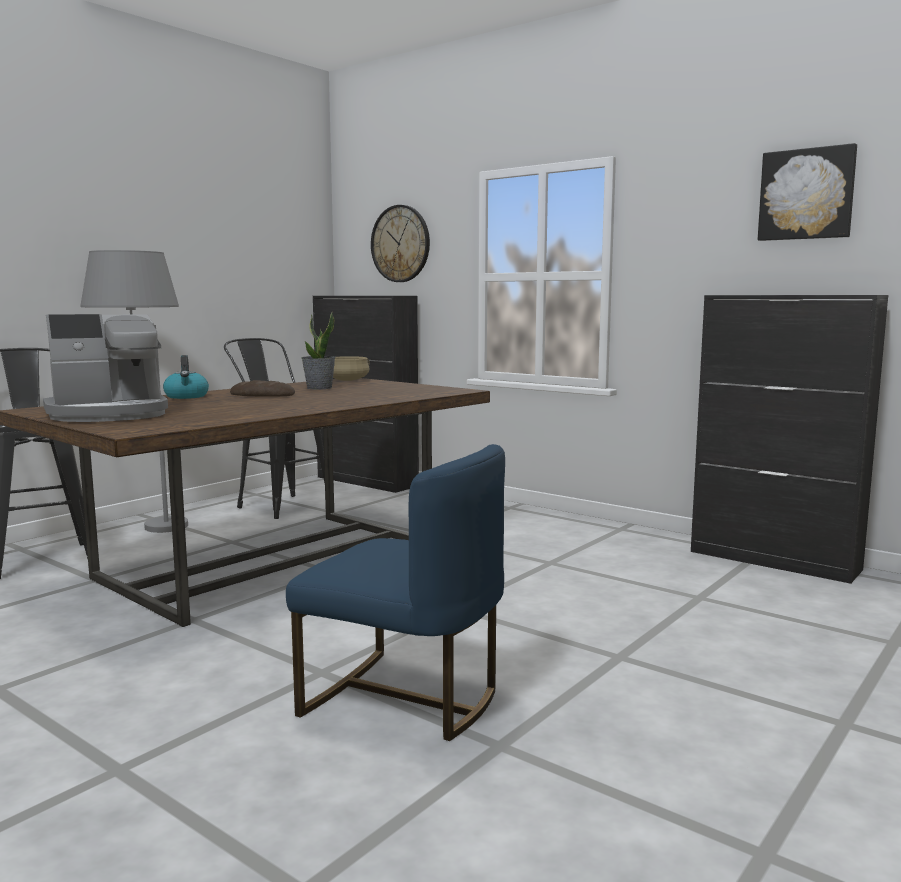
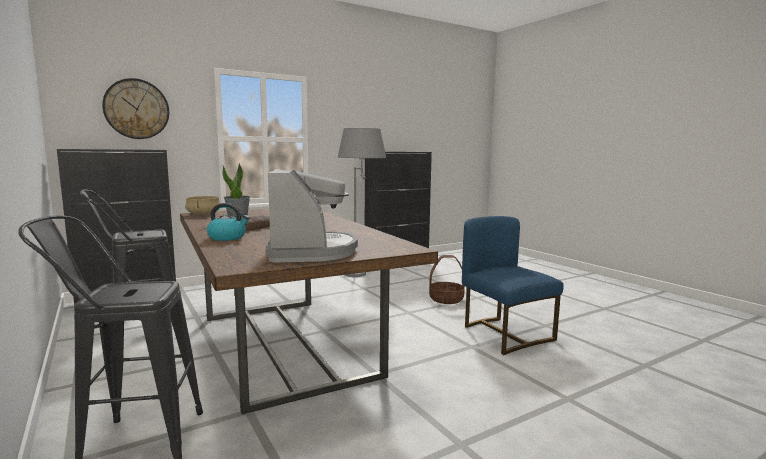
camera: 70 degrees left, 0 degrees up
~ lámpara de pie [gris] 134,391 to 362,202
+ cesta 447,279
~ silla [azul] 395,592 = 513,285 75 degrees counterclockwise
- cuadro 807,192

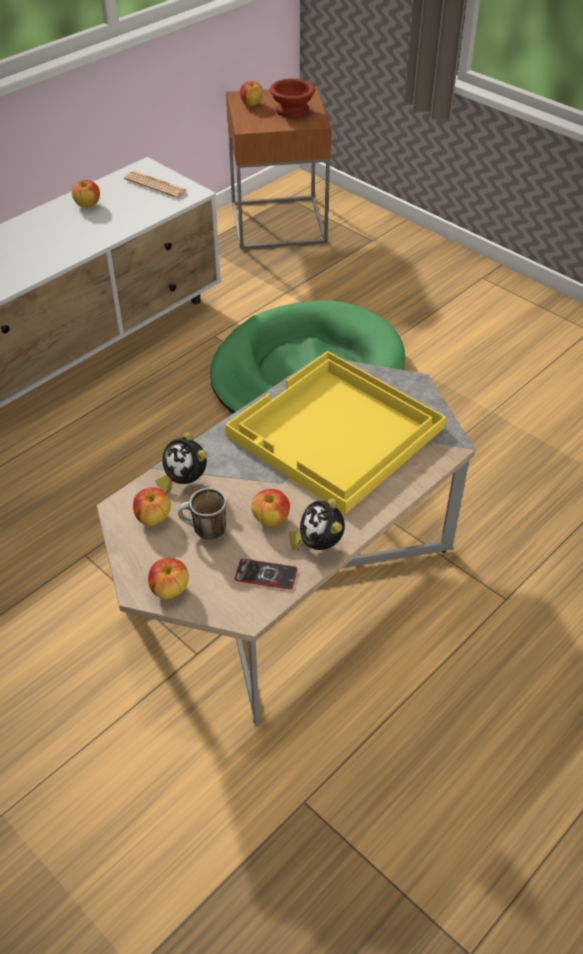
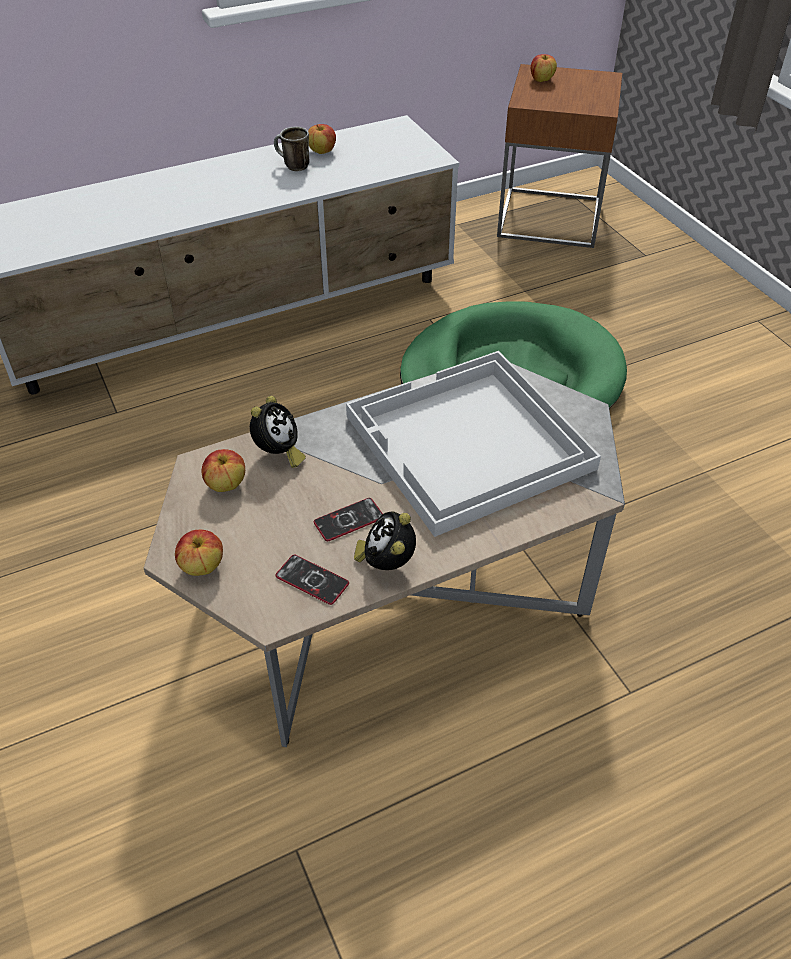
camera: 20 degrees right, 0 degrees up
~ despertador 181,462 = 278,432 135 degrees counterclockwise
~ taza grande 202,514 to 292,149
~ manzana 270,507 to móvil 348,519
~ bandeja [amarillo] 335,432 to bandeja [blanco] 473,444
- periódico 156,184
- cuenco [marrón] 292,98

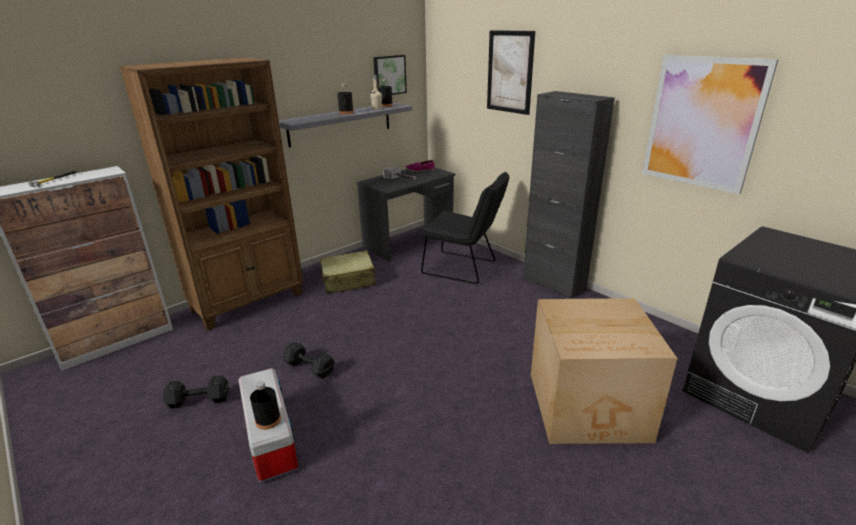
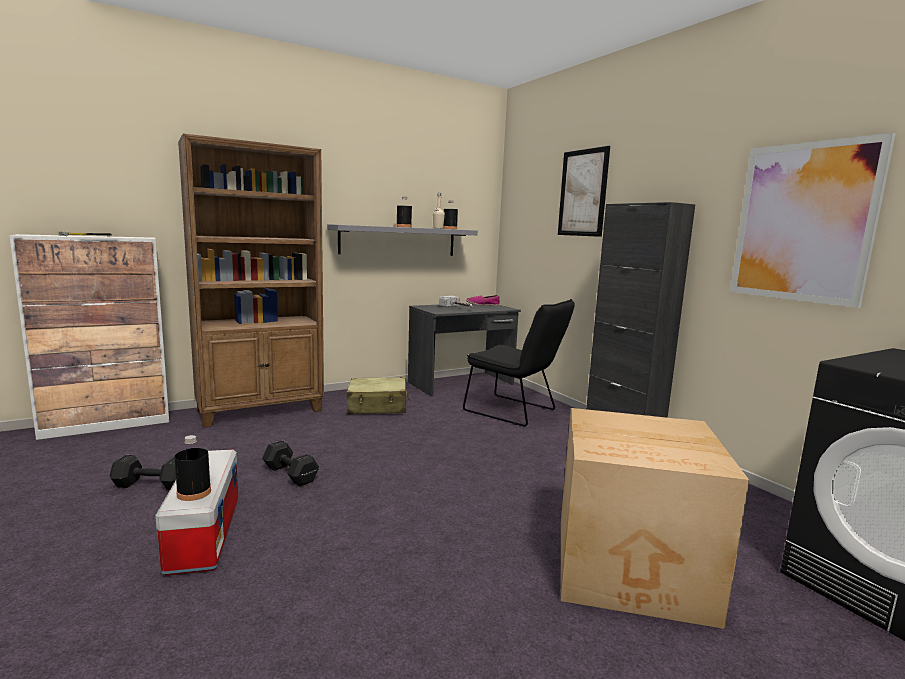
camera: 10 degrees right, 15 degrees down
- cuadro 390,75

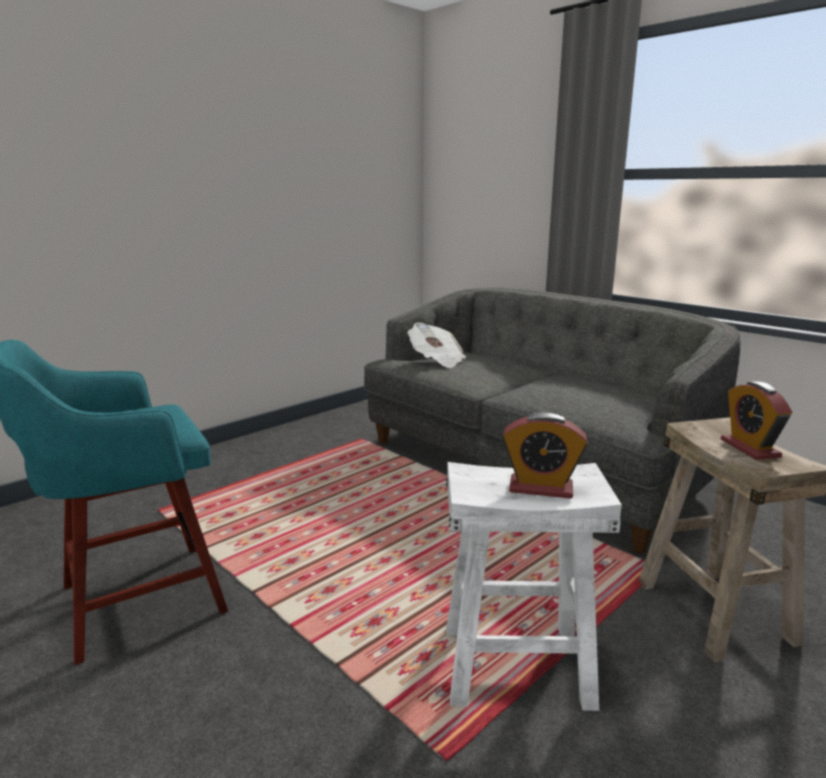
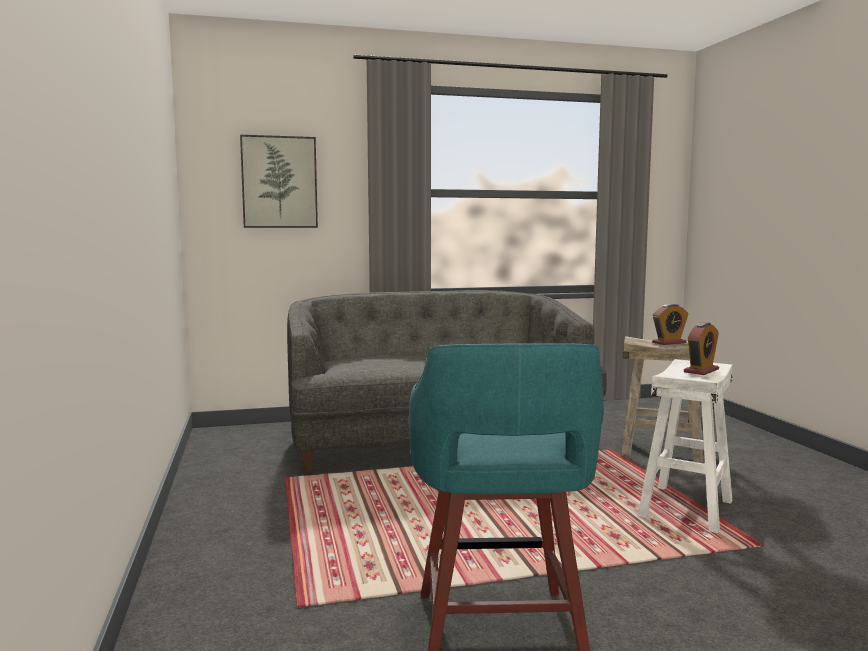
camera: 60 degrees left, 10 degrees down
+ cuadro 279,181
~ despertador 756,421 = 670,324 45 degrees counterclockwise
- periódico 437,345

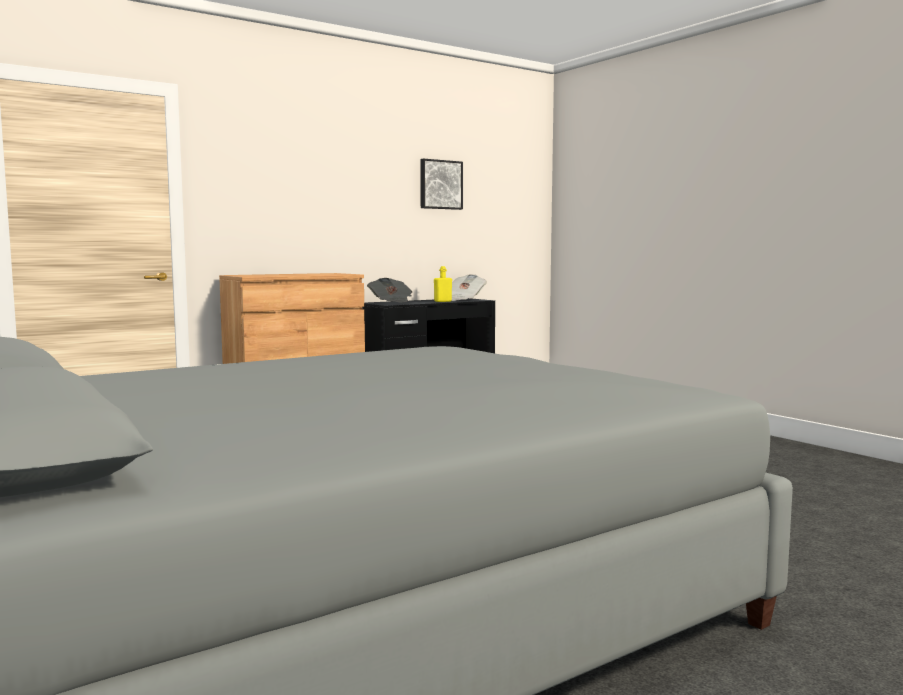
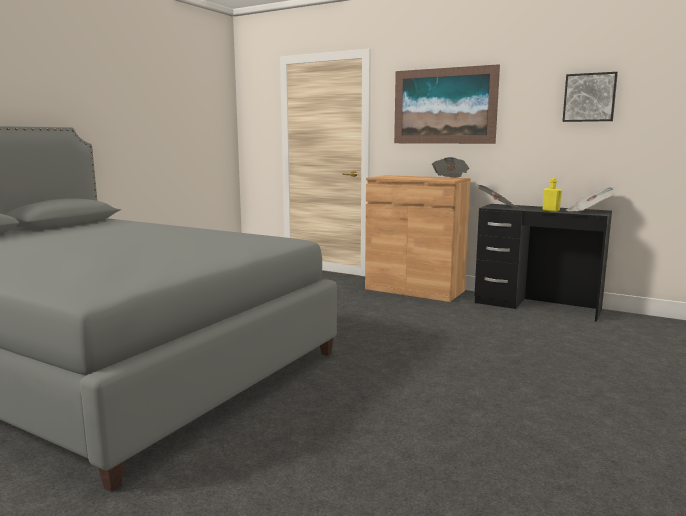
camera: 65 degrees right, 5 degrees up
+ cuadro 447,104
+ periódico 450,167

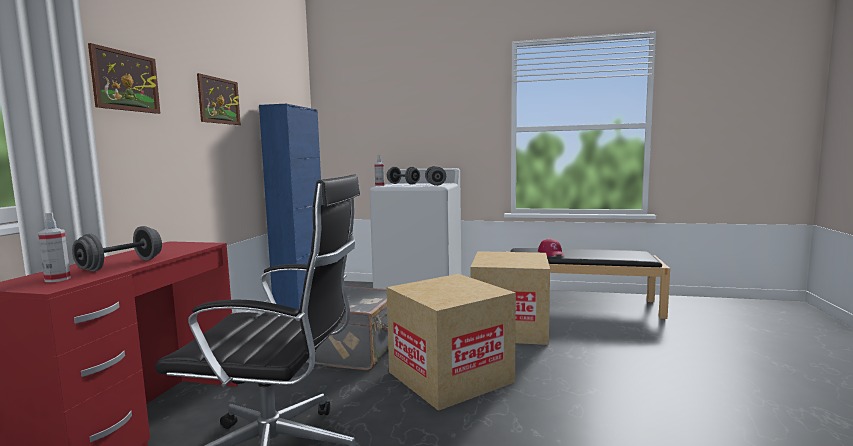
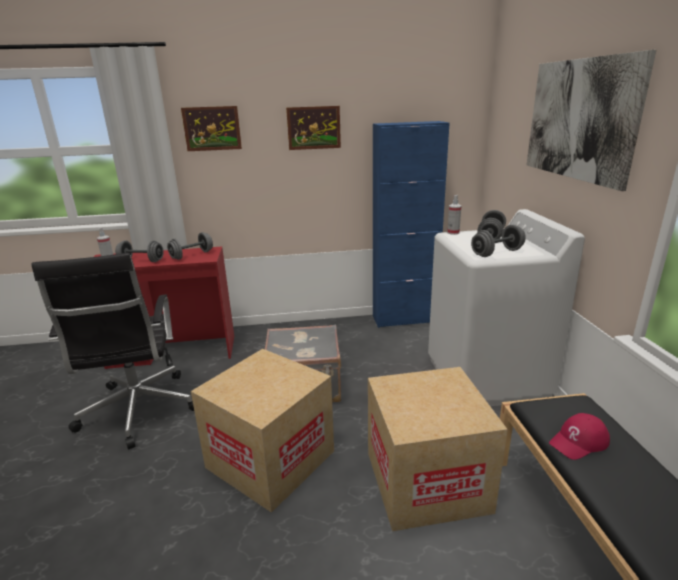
camera: 70 degrees right, 15 degrees up
+ mancuerna [gris] 190,246
+ cuadro 591,120

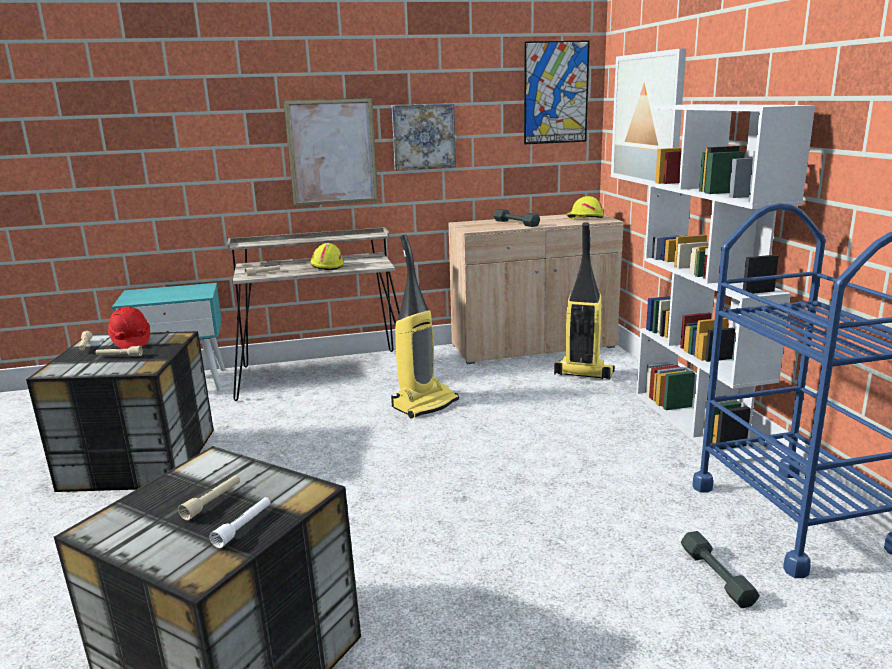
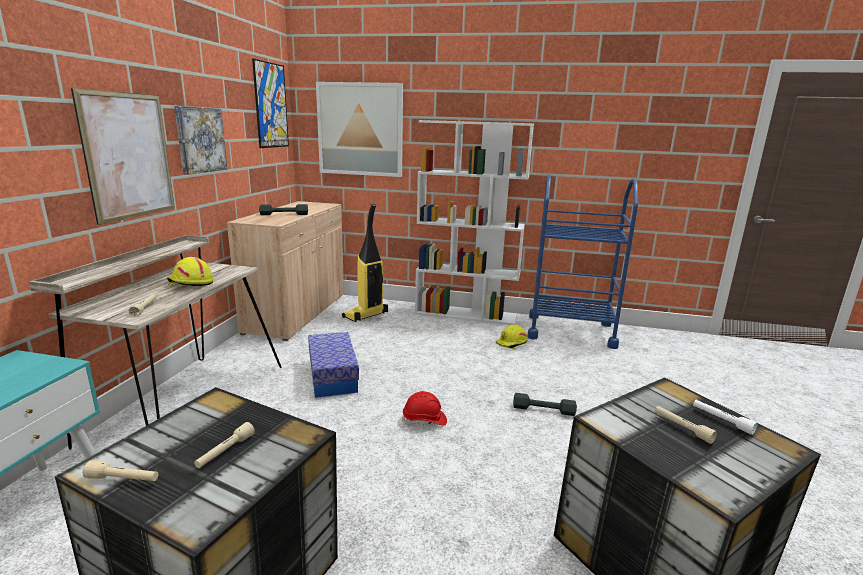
camera: 65 degrees left, 0 degrees up
~ aspiradora 425,326 to caja de almacenaje 333,365
~ casco [rojo] 128,328 to 424,408
~ casco [amarillo] 585,208 to 512,337
~ mancuerna [gris] 720,569 to 545,404

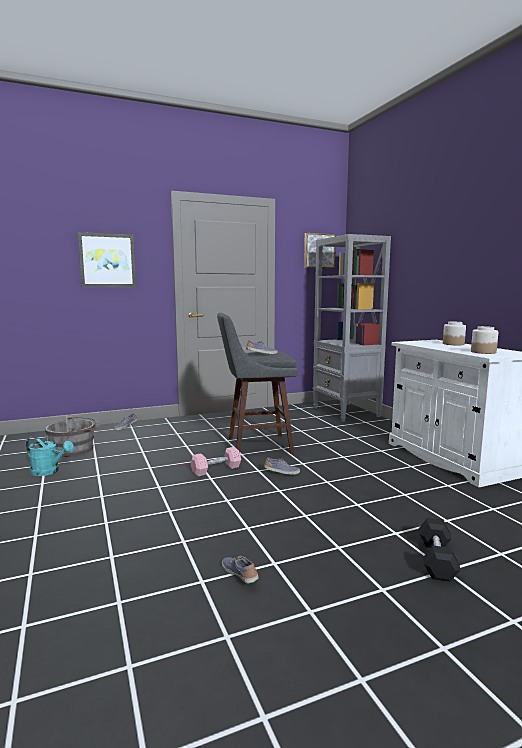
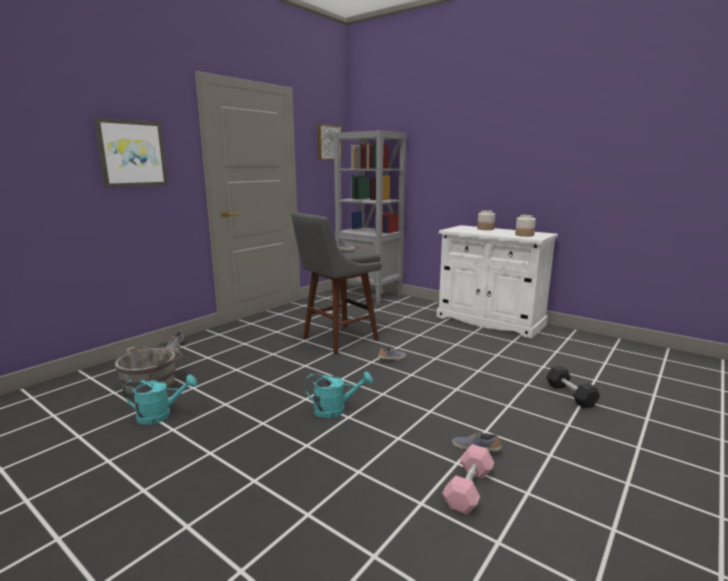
camera: 30 degrees left, 5 degrees up
+ regadera [turquesa] 339,395
~ mancuerna [rosa] 216,461 to 468,479

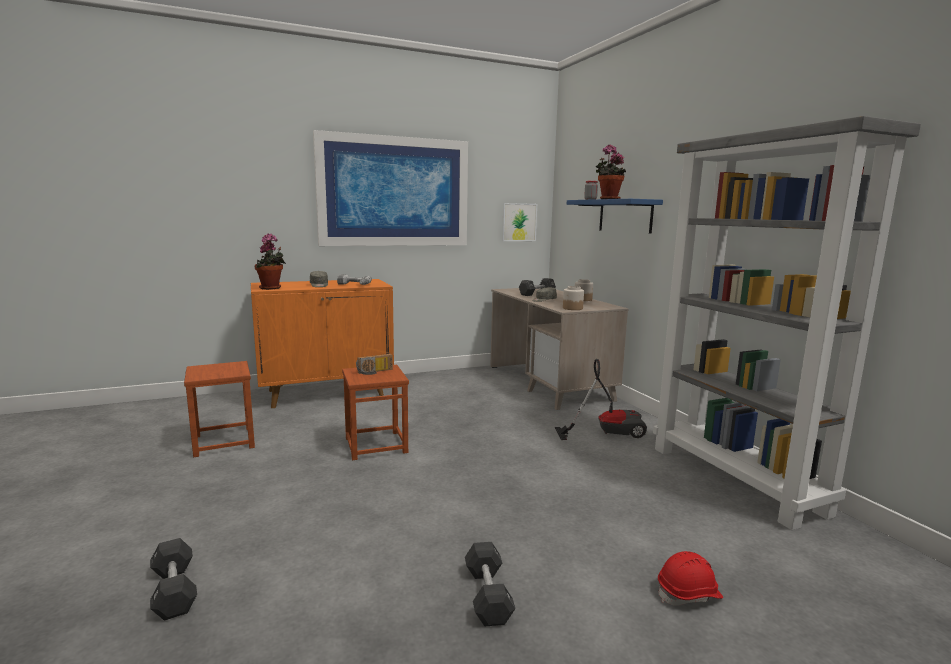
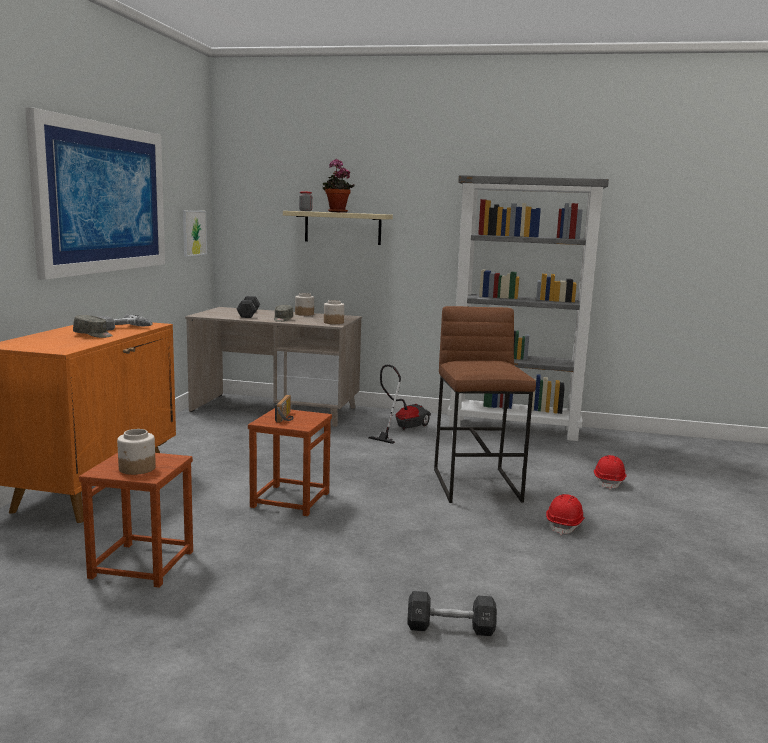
camera: 55 degrees left, 0 degrees up
+ tarro 136,452
~ estante [azul] 615,216 to estante [beis] 338,228
+ taburete [marrón] 485,404
~ mancuerna [negro] 490,584 to casco [rojo] 565,514
- planta en maceta 270,261

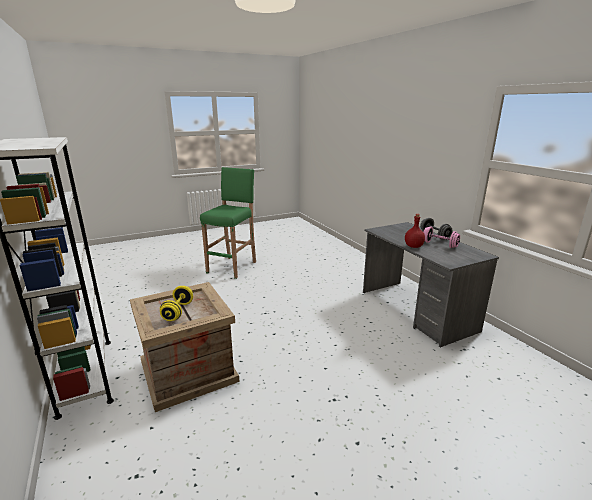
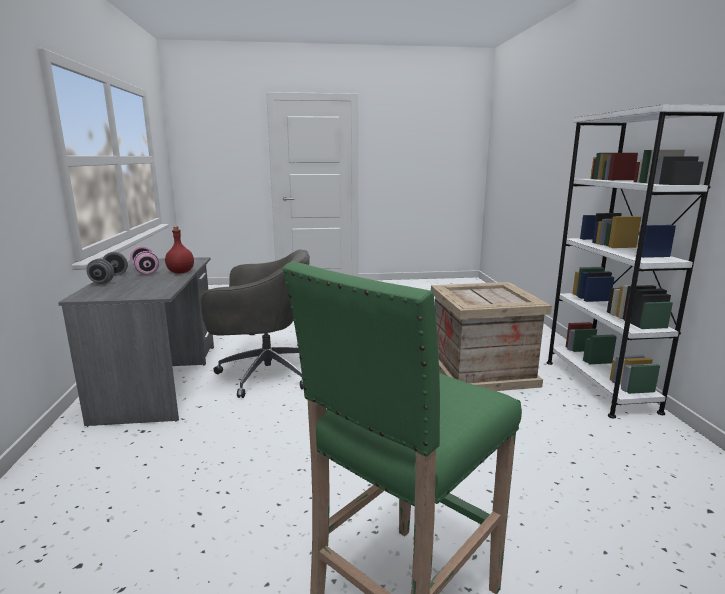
camera: 160 degrees left, 5 degrees down
+ silla de oficina [gris] 255,323
- mancuerna [amarillo] 176,303

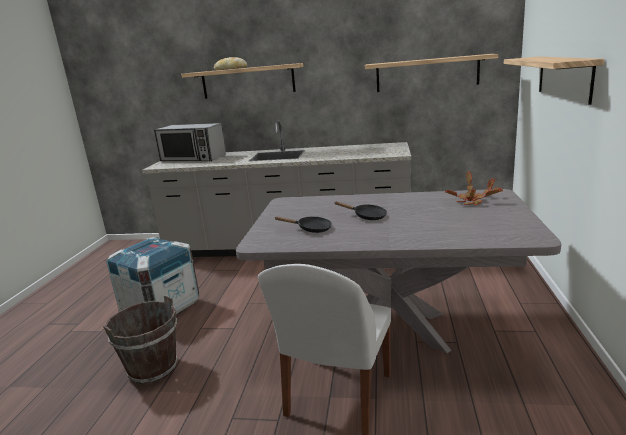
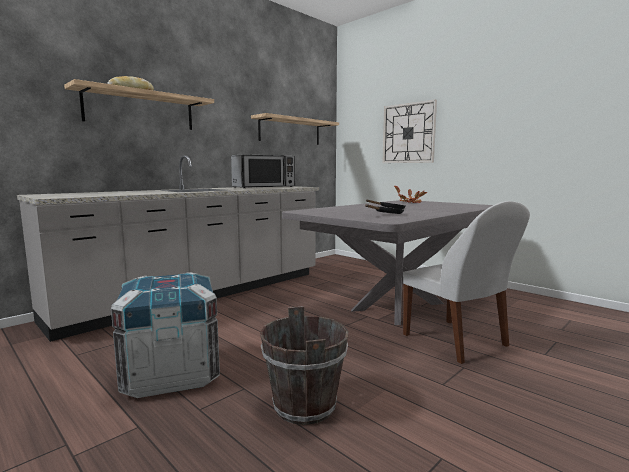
camera: 55 degrees left, 10 degrees down
~ microondas 190,142 to 263,171
~ estante 554,81 to reloj de pared 409,131

